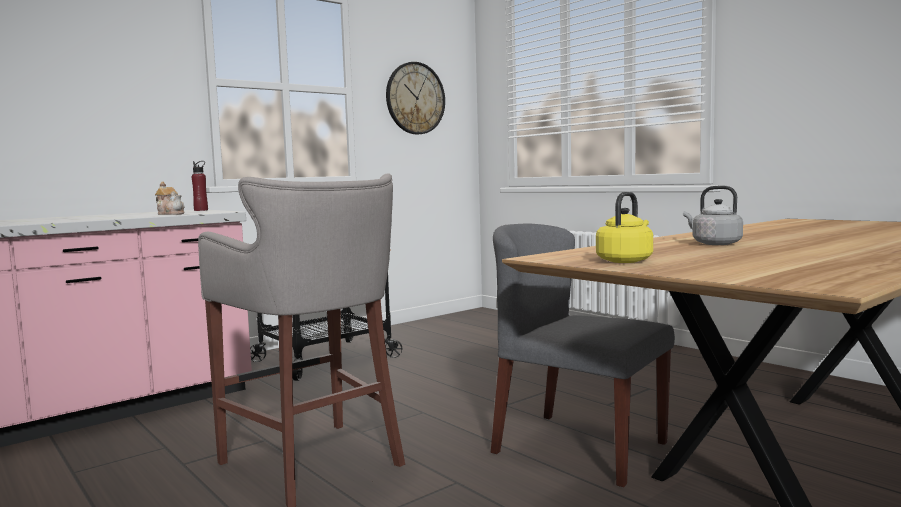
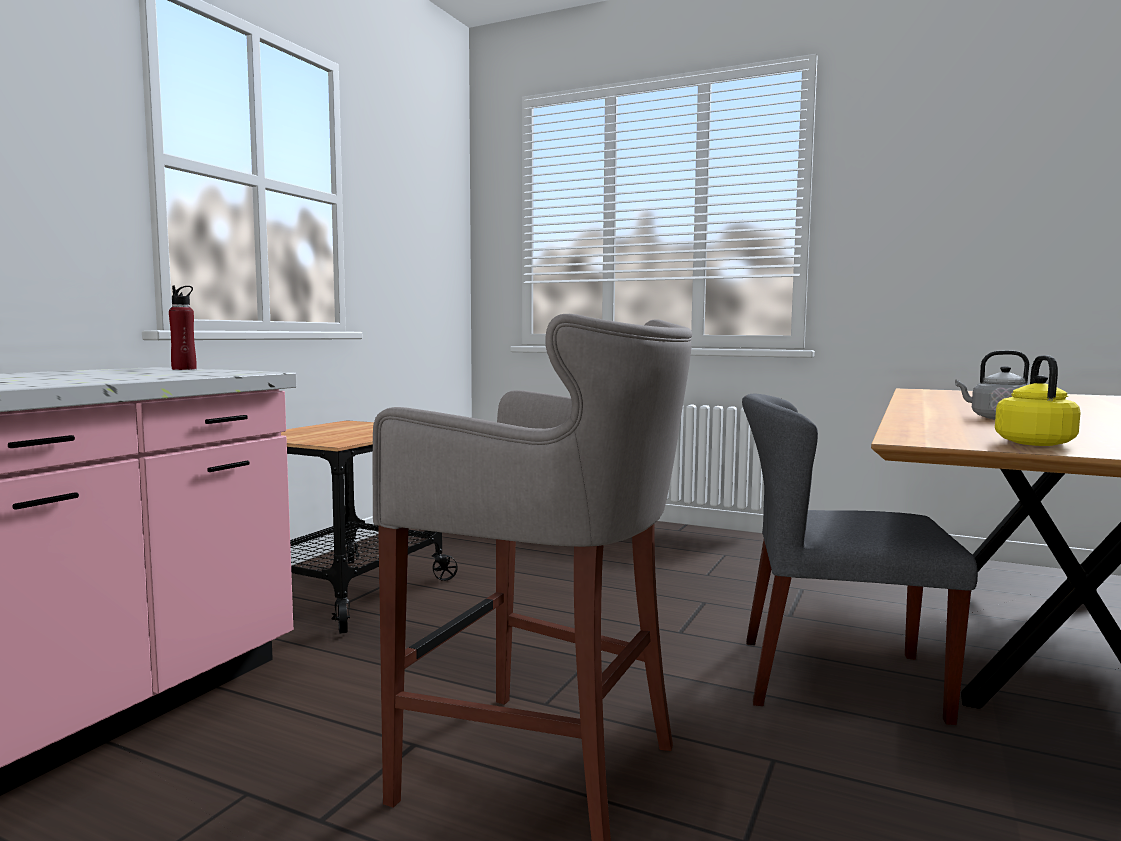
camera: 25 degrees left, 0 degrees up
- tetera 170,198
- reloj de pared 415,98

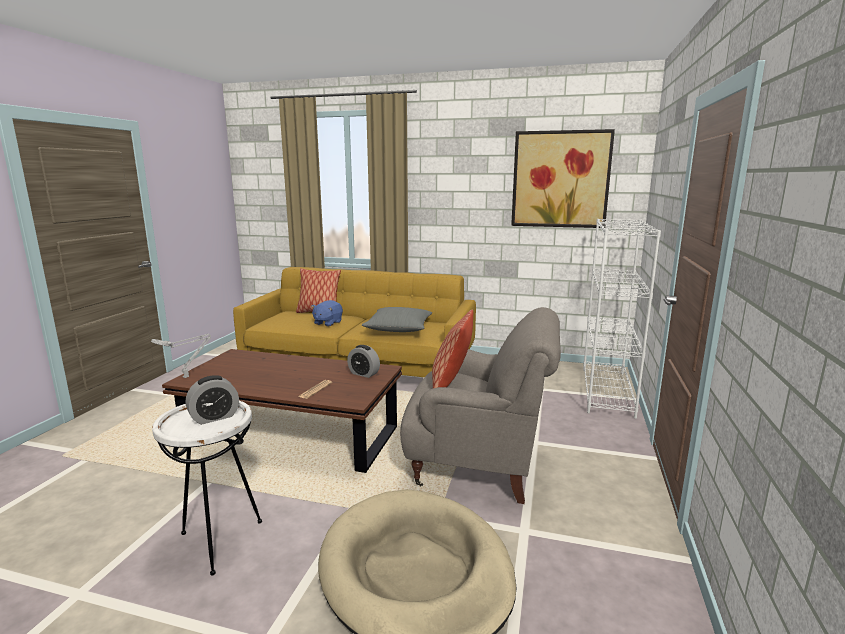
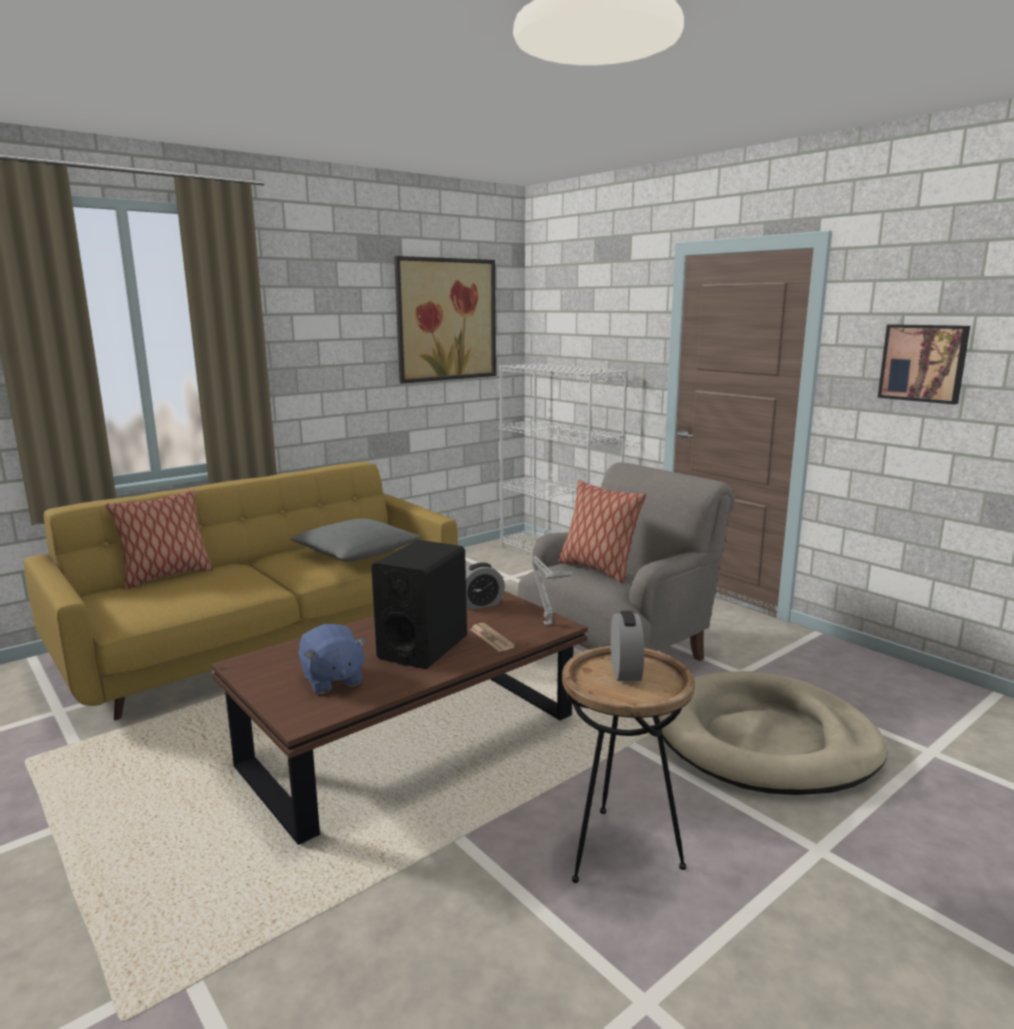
camera: 55 degrees left, 0 degrees up
~ peluche [azul] 327,313 to 332,659
+ altavoz [negro] 419,604
~ lámpara de mesa [gris] 181,356 to 552,590
~ mesa auxiliar [blanco] 207,488 to mesa auxiliar [marrón] 628,764
+ cuadro 924,364

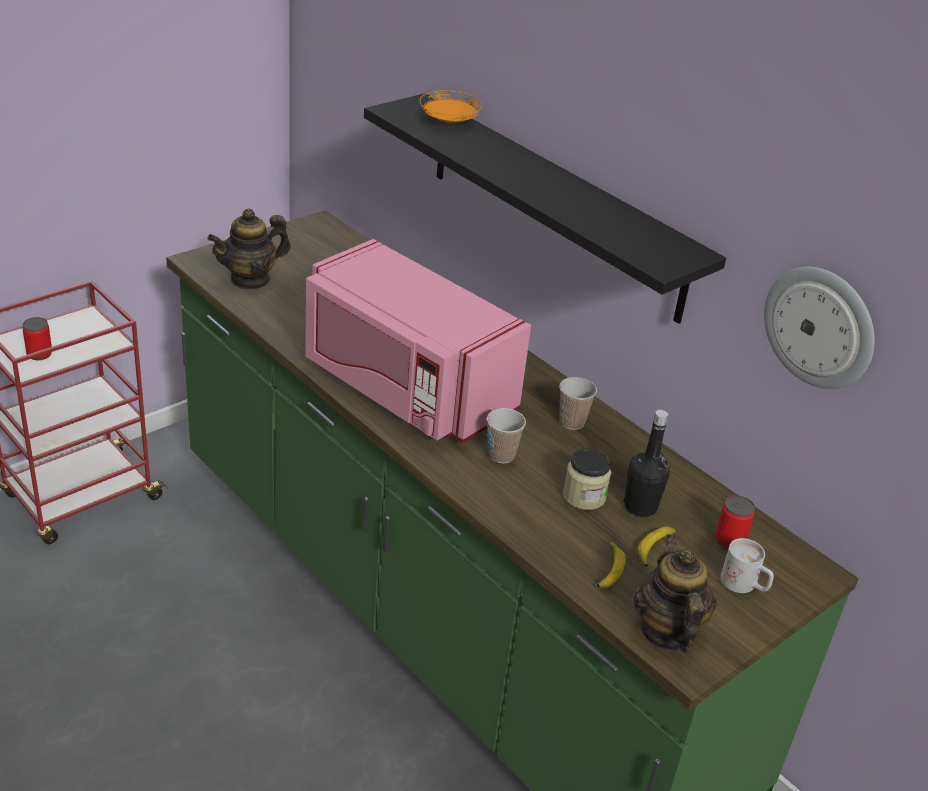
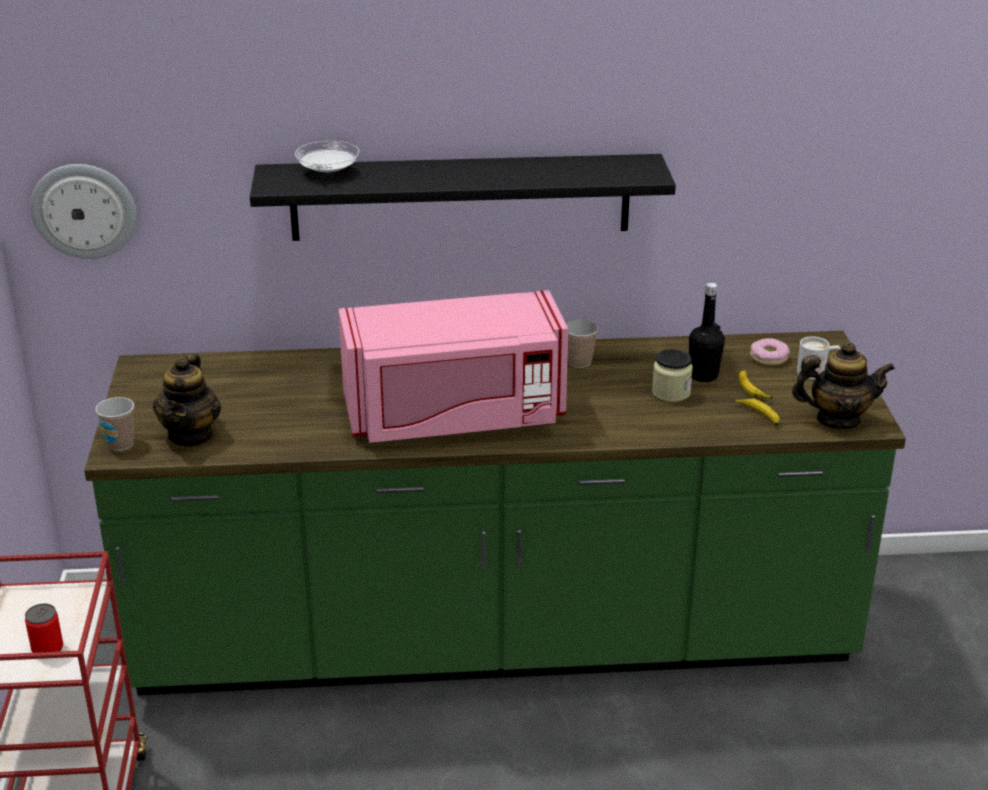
camera: 50 degrees left, 5 degrees down
~ reloj de pared 819,327 to 83,211
~ taza 506,435 to 114,424
~ plato [naranja] 451,106 to plato [blanco] 327,157
~ lata 735,522 to rosquilla 770,351
~ tetera 675,593 = 843,385 150 degrees clockwise

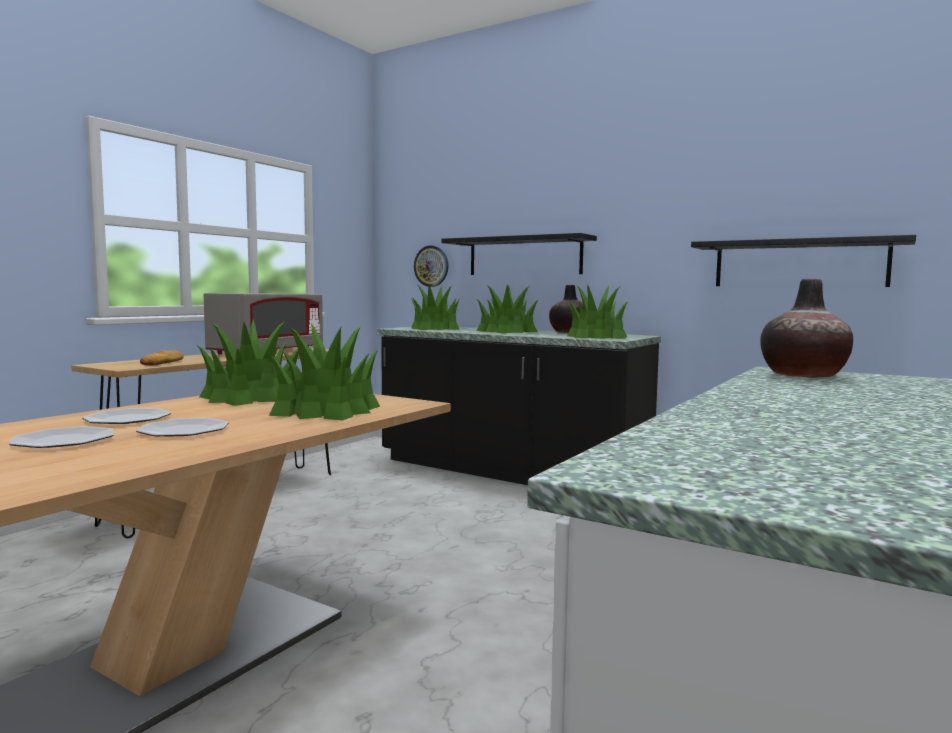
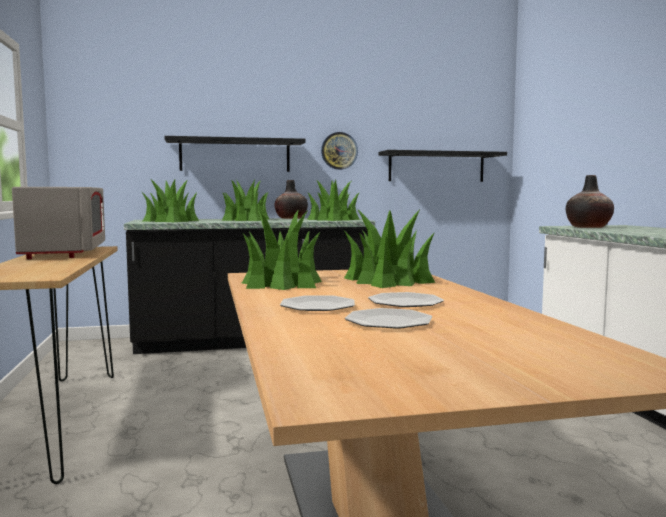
camera: 45 degrees left, 0 degrees up
~ reloj de pared 431,266 to 339,151
- pan 162,357

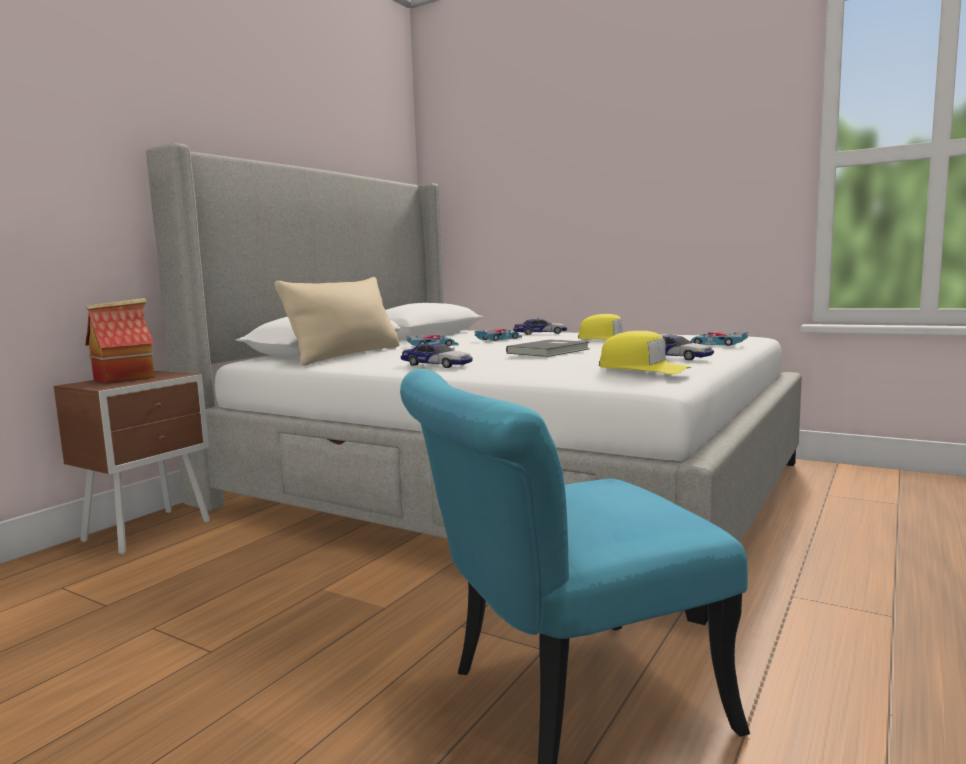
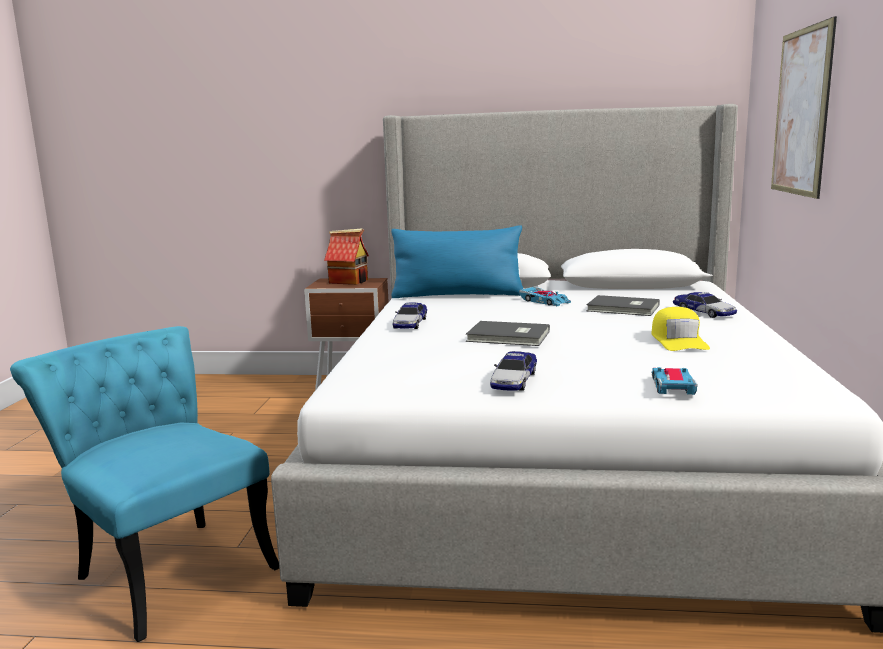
camera: 65 degrees right, 5 degrees up
~ cojín [beis] 337,321 to cojín [azul] 457,261
~ coche de juguete 498,335 to libro [gris] 623,305
+ cuadro 804,107
- gorra [amarillo] 645,352

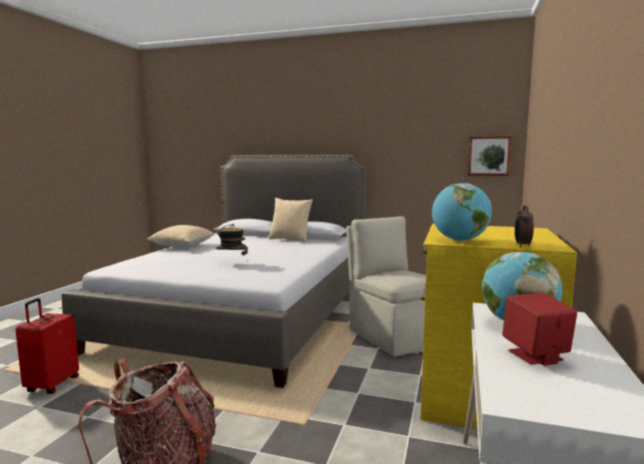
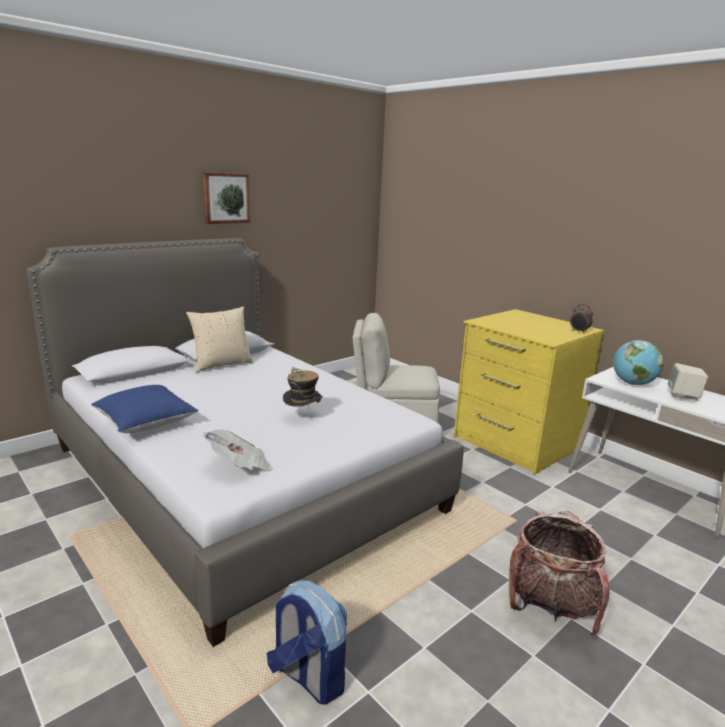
camera: 60 degrees left, 10 degrees up
~ cojín [beis] 181,236 to cojín [azul] 144,409
~ cuadro 489,156 to 227,198
+ periódico 238,450
~ maleta [rojo] 47,346 to mochila 307,642
~ altavoz [rojo] 539,329 to altavoz [beis] 688,383
- globo terráqueo 462,212

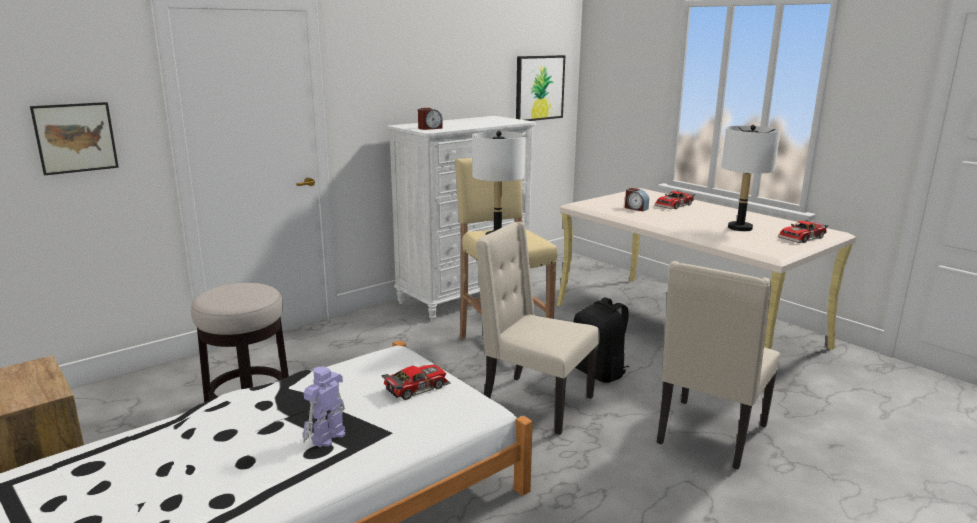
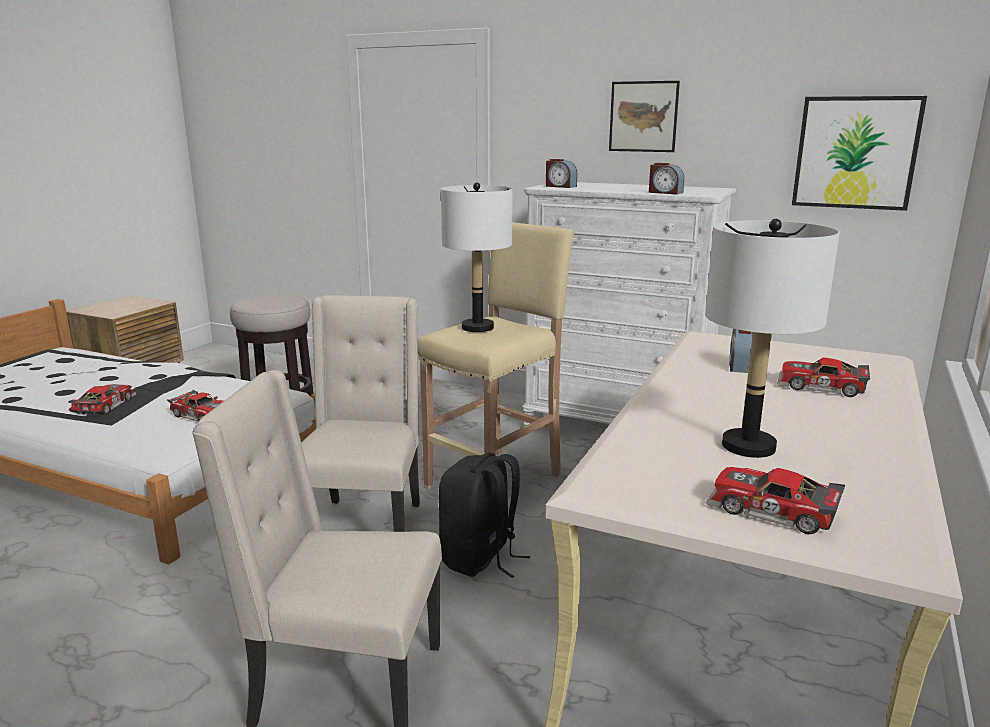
camera: 65 degrees right, 0 degrees up
~ robot de juguete 324,406 to coche de juguete 102,399
~ cuadro 74,139 to 644,116
+ despertador 666,178

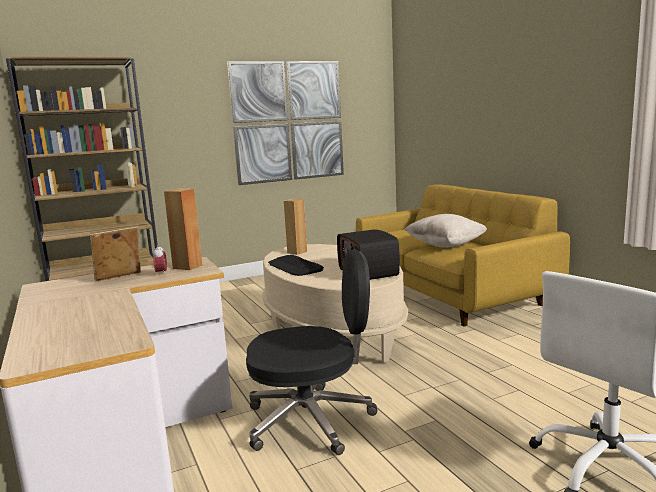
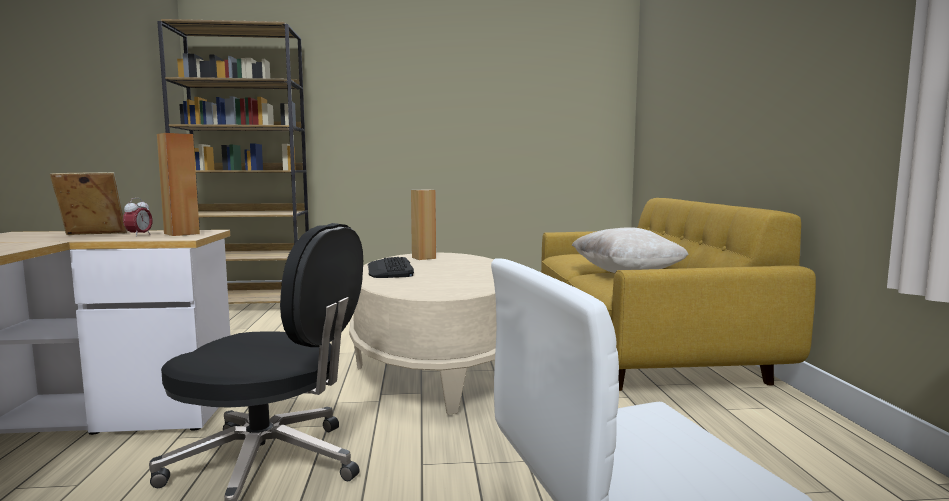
camera: 20 degrees right, 5 degrees down
- cuadro 285,123
- radio 368,254

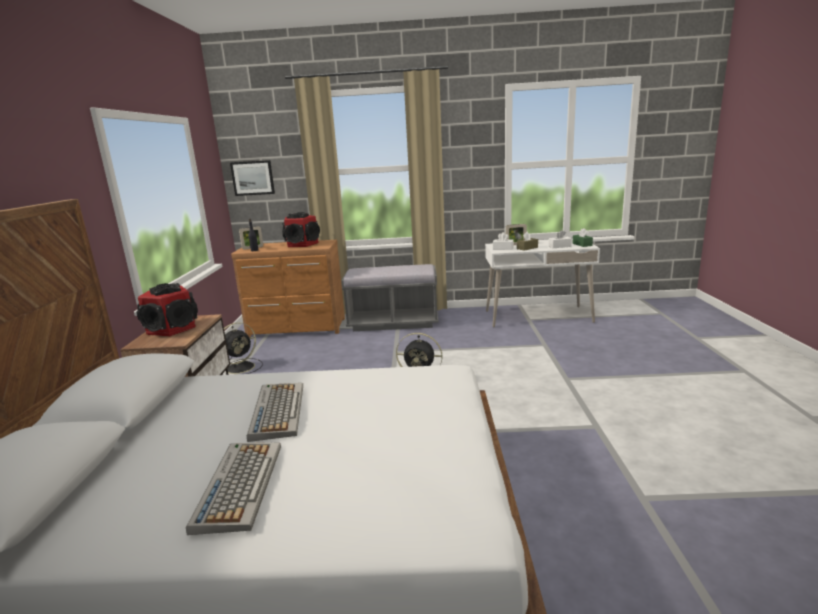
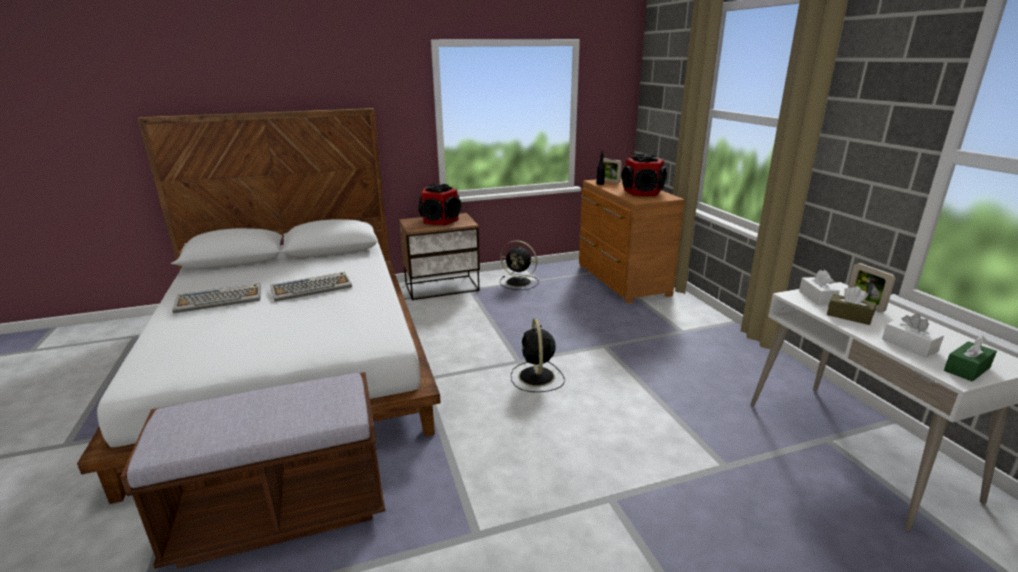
camera: 70 degrees right, 5 degrees up
+ banco [marrón] 252,470
- cuadro 252,178
- banco [gris] 389,297

